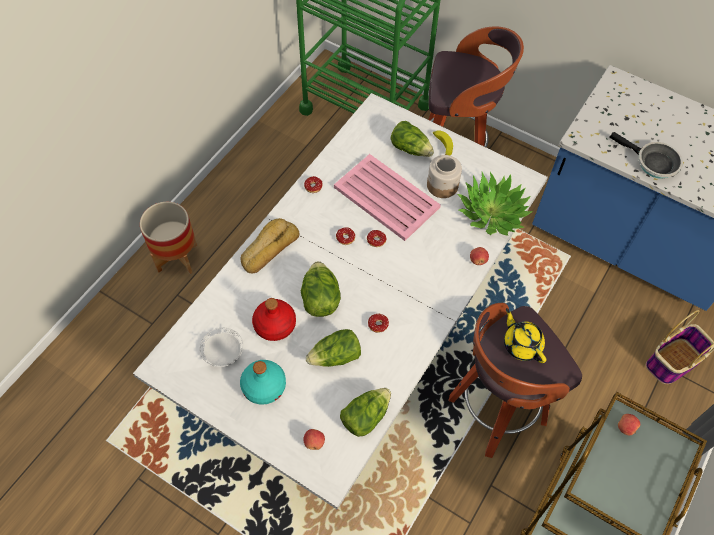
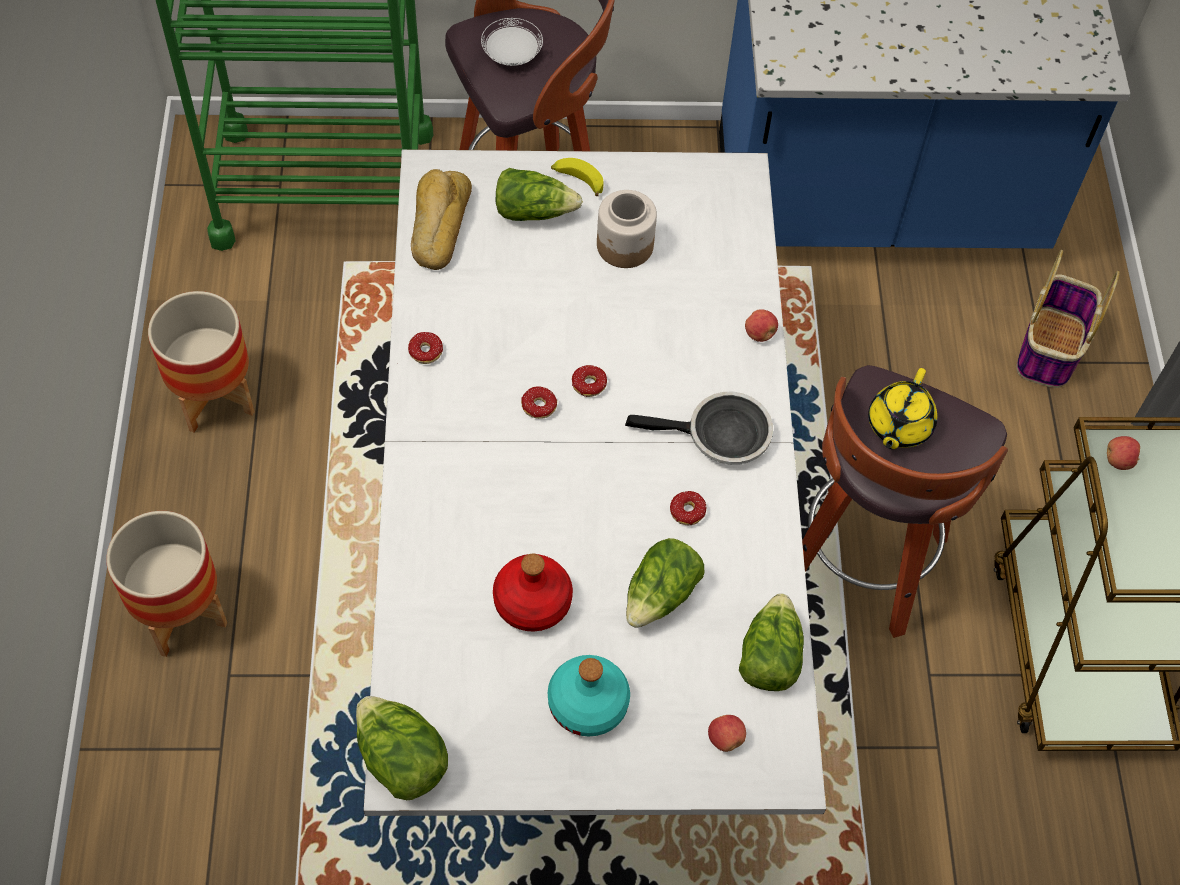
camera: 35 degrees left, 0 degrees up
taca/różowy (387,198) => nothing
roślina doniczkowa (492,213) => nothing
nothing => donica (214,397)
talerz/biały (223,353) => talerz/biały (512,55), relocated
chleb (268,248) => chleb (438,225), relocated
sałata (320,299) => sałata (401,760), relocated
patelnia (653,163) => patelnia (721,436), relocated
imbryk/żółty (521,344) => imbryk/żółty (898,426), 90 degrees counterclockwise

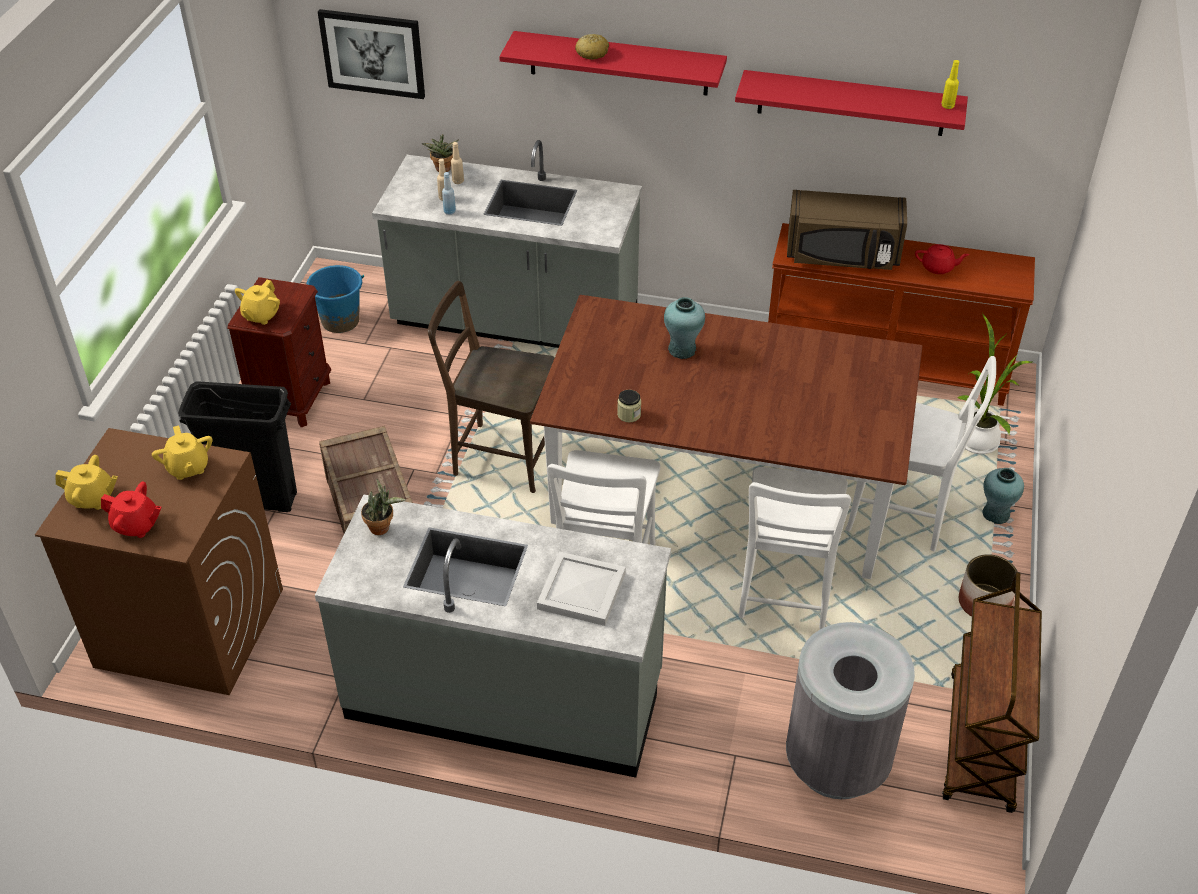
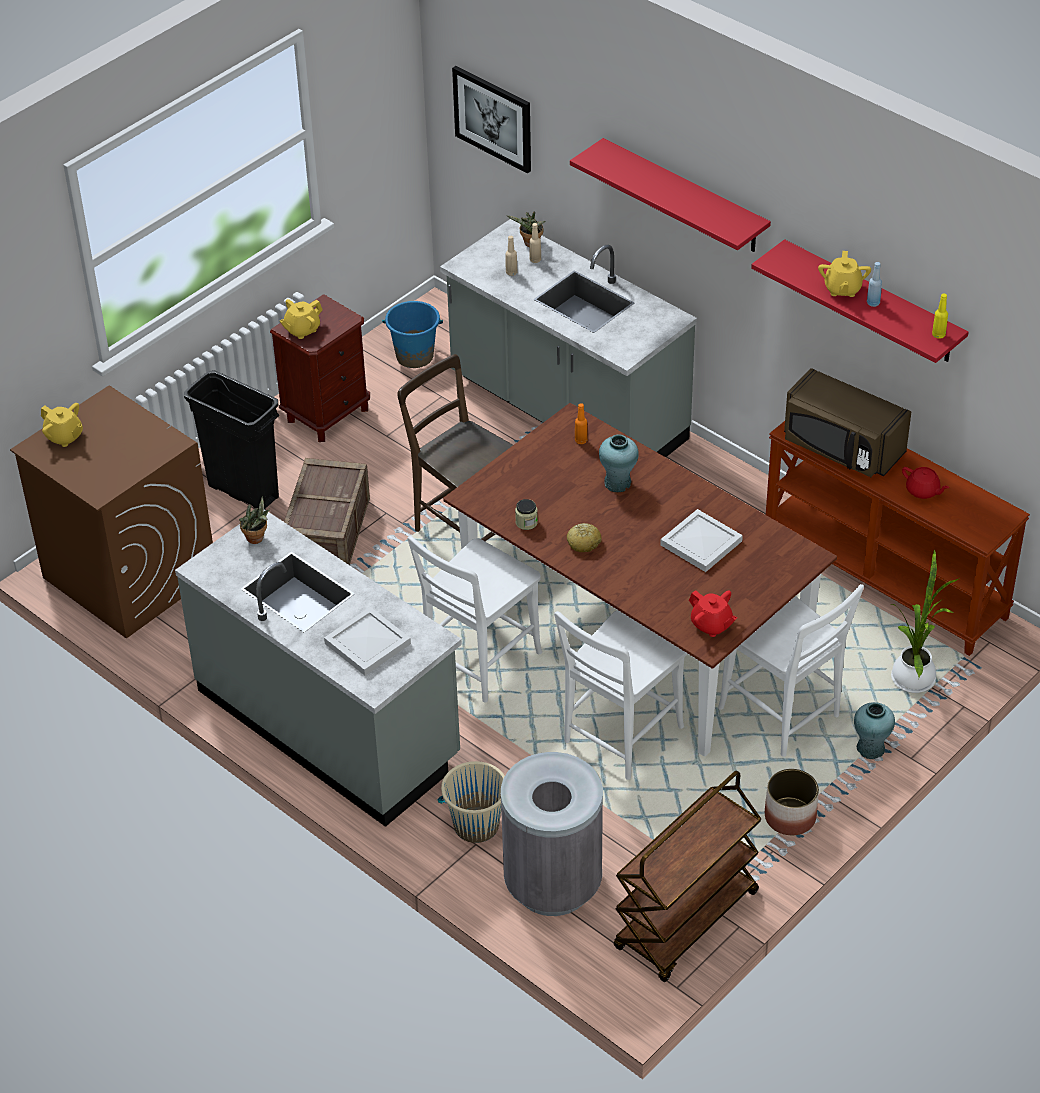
camera: 30 degrees right, 0 degrees up
nothing => wiadro/beżowy (476,825)
nothing => butelka/pomarańczowy (581,441)
nothing => taca/biały (699,543)
imbryk/czerwony (136,525) => imbryk/czerwony (711,625), relocated
imbryk/żółty (188,468) => imbryk/żółty (842,289), relocated
butelka/niebieski (449,212) => butelka/niebieski (873,303), relocated
chleb (592,53) => chleb (584,542), relocated

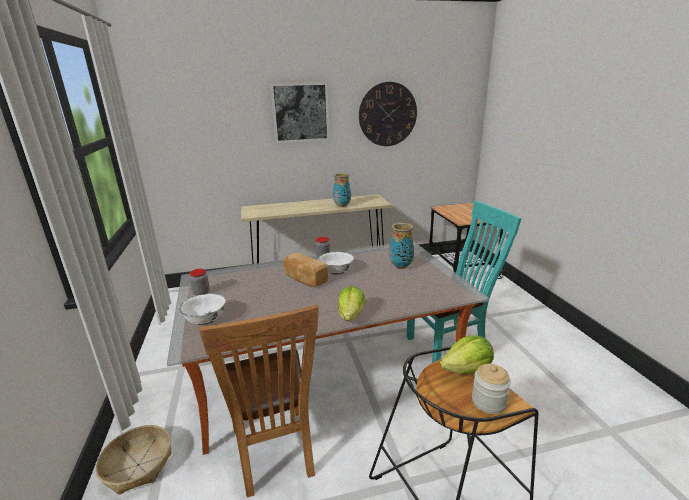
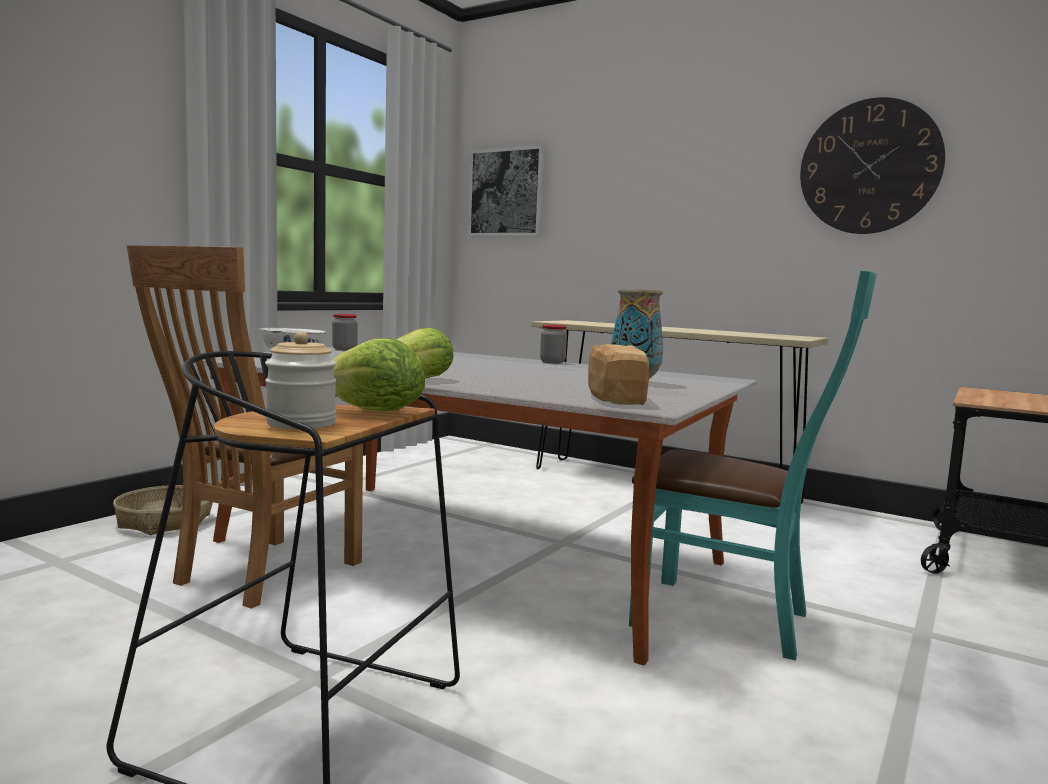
camera: 45 degrees right, 15 degrees down
miska/biały (336,271) => nothing
wazon (342,206) => nothing
obraz (300,112) => obraz (507,192), relocated
chleb (305,279) => chleb (613,397), relocated

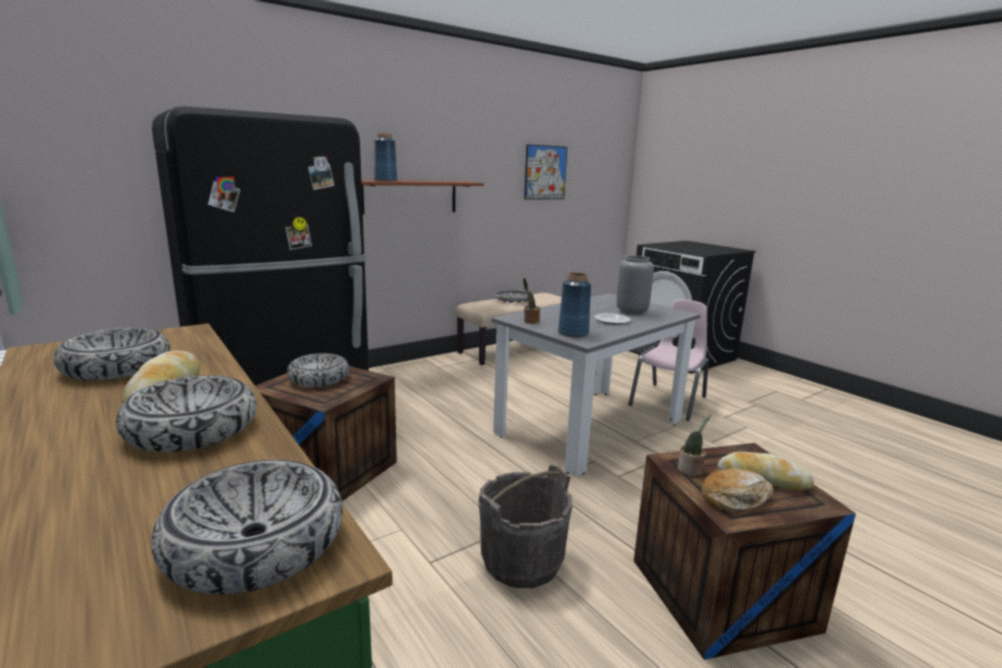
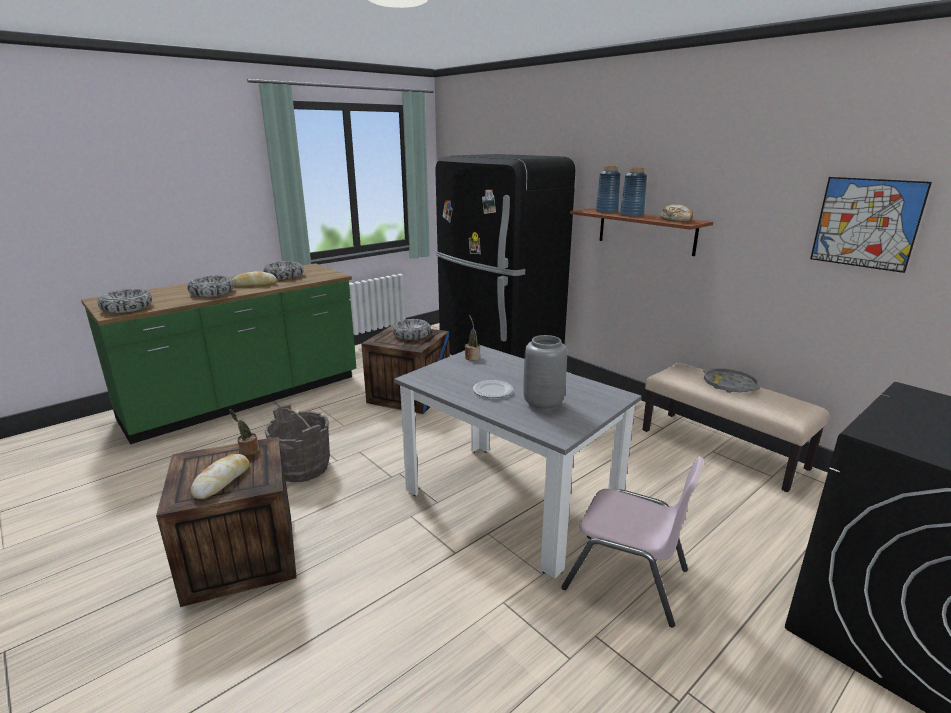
camera: 85 degrees right, 5 degrees up
wazon/niebieski (573,333) => wazon/niebieski (631,215), relocated
chleb (735,499) => chleb (676,220), relocated

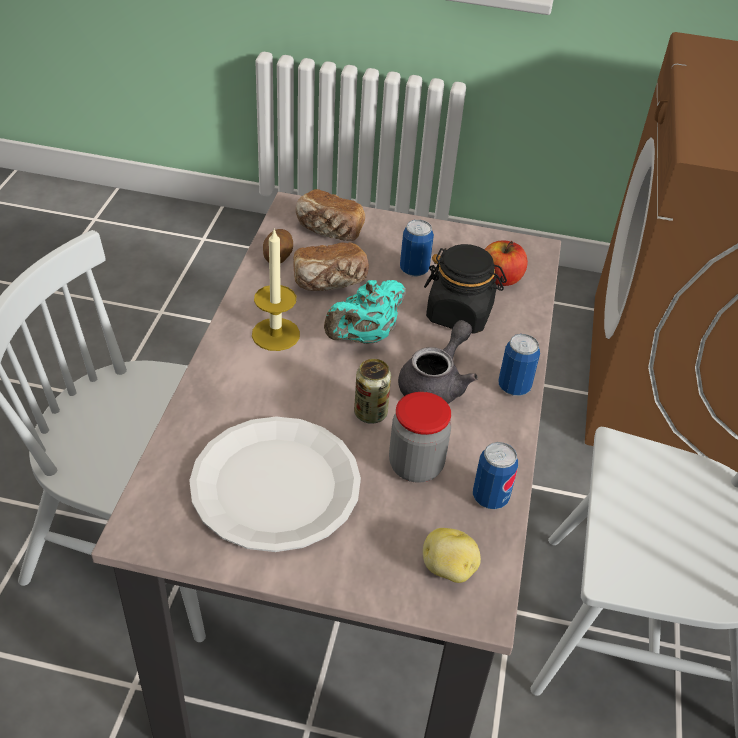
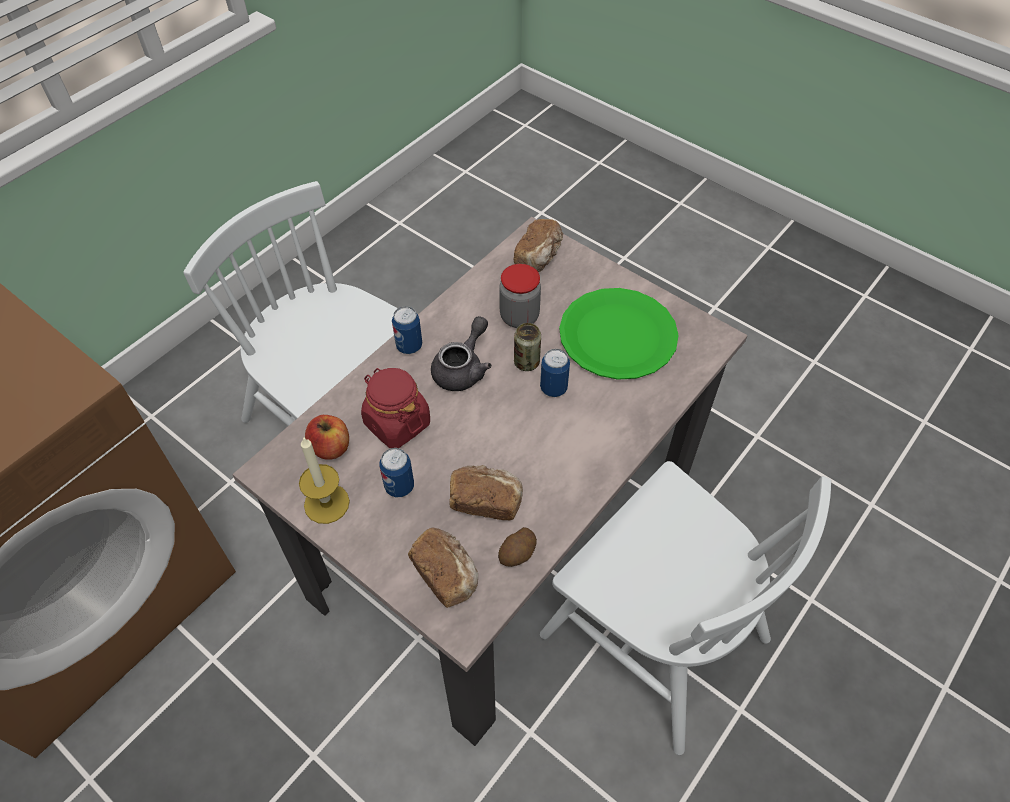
camera: 150 degrees left, 10 degrees up
imbryk/turkusowy (365,337) => nothing
świeca (275,334) => świeca (326,503), relocated
puszka (490,497) => puszka (553,388), relocated
ziemniak (448,569) => chleb (539,256)
talerz/biały (276,485) => talerz/zielony (617,335)
słoik/czarny (460,314) => słoik/czerwony (397,423)
imbryk/szary (436,383) => imbryk/szary (463,368), 150 degrees clockwise

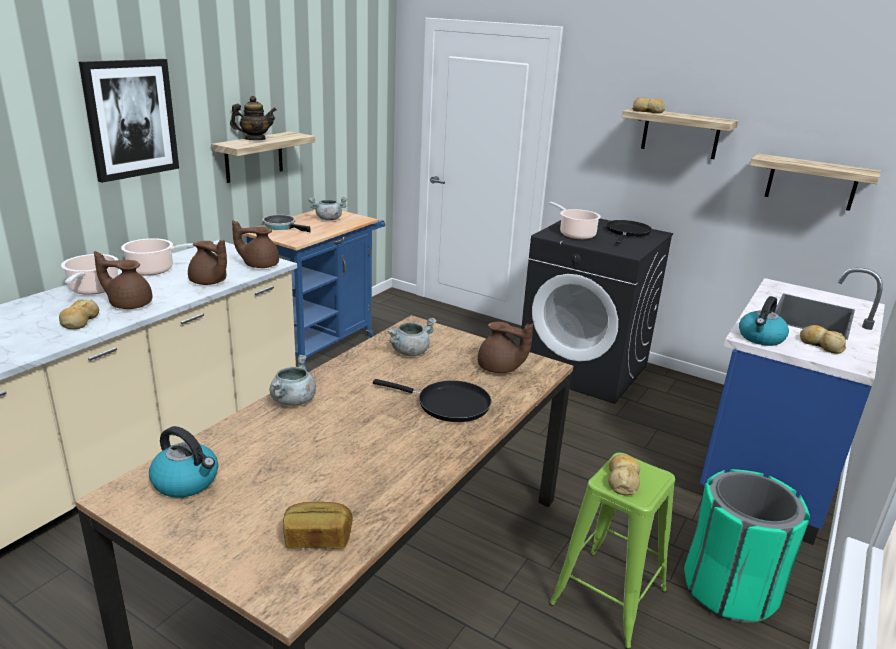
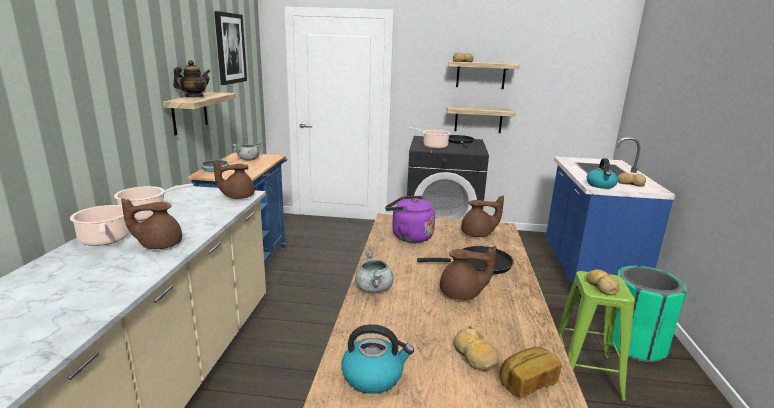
camera: 25 degrees left, 5 degrees down
chleb (79,321) => chleb (474,356), relocated
obraz (131,119) => obraz (230,48), relocated
imbryk/brązowy (209,282) => imbryk/brązowy (462,294), relocated
półka (811,182) => półka (478,119), relocated
garnek/szary (410,352) => czajnik/fioletowy (409,236)

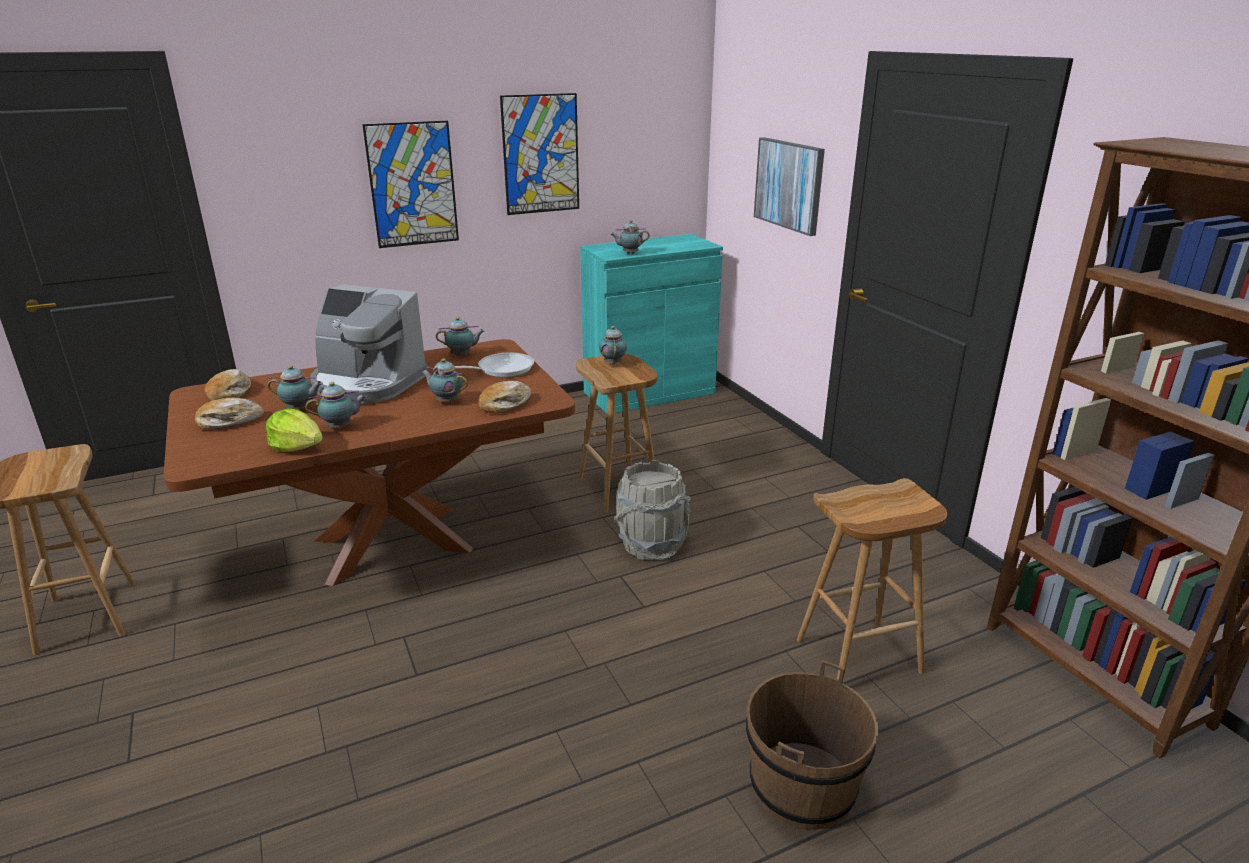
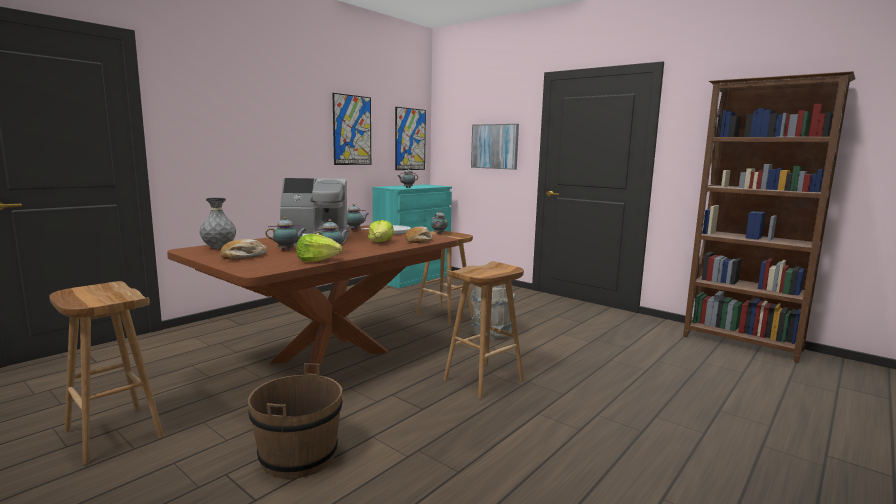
camera: 25 degrees left, 15 degrees down
obraz (412,184) => obraz (410,139), relocated
wiadro/brązowy (801,786) => wiadro/brązowy (298,456), relocated
stołek/brązowy (858,657) => stołek/brązowy (483,380), relocated
chleb (230,393) => wazon/szary (219,248)
imbryk (446,401) => sałata (380,242)

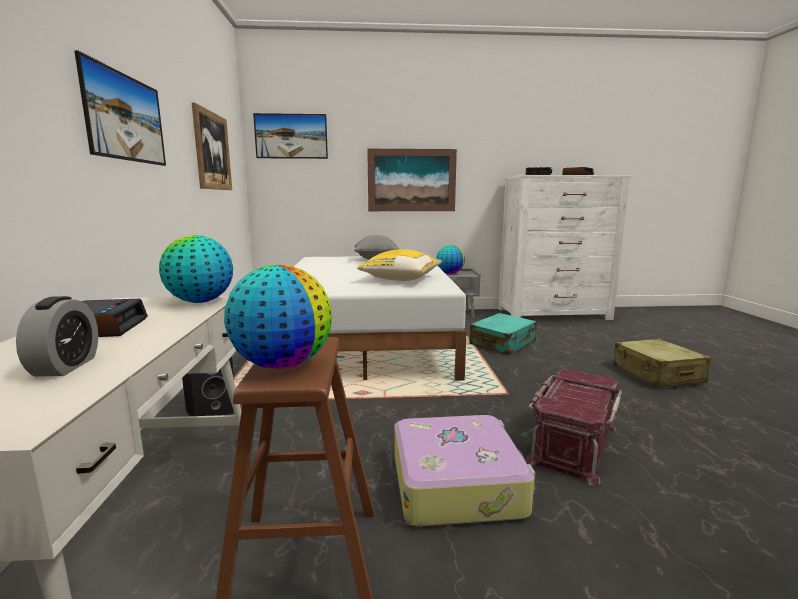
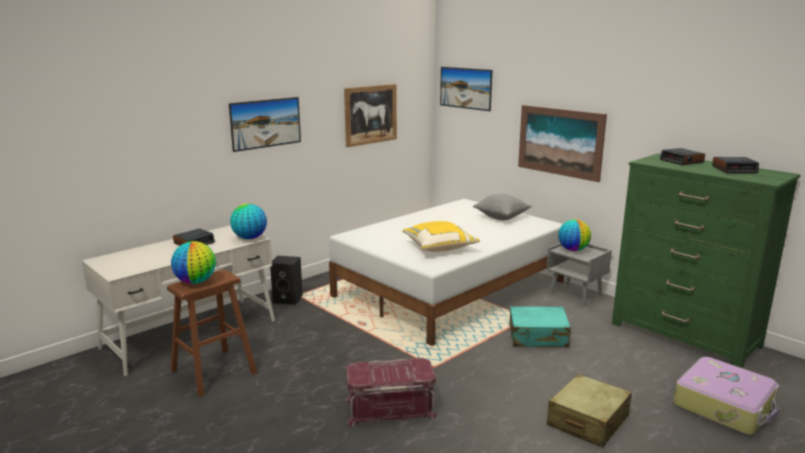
camera: 50 degrees right, 5 degrees up
budzik (65,366) => nothing
walizka (457,483) => walizka (724,406), relocated
komoda/biały (553,314) => komoda/zielony (684,335)

